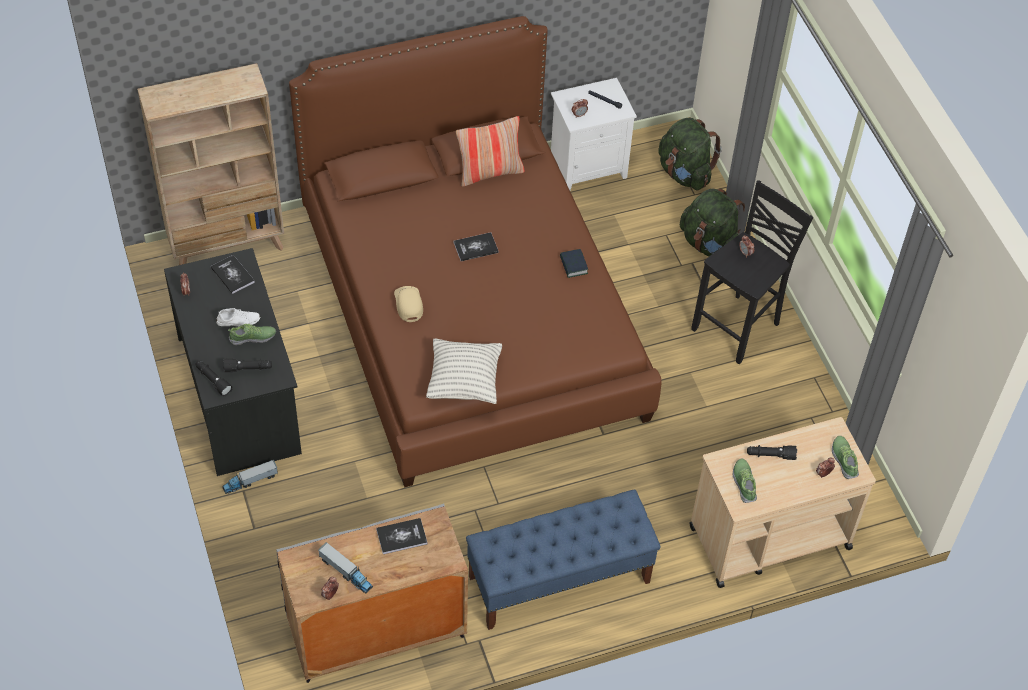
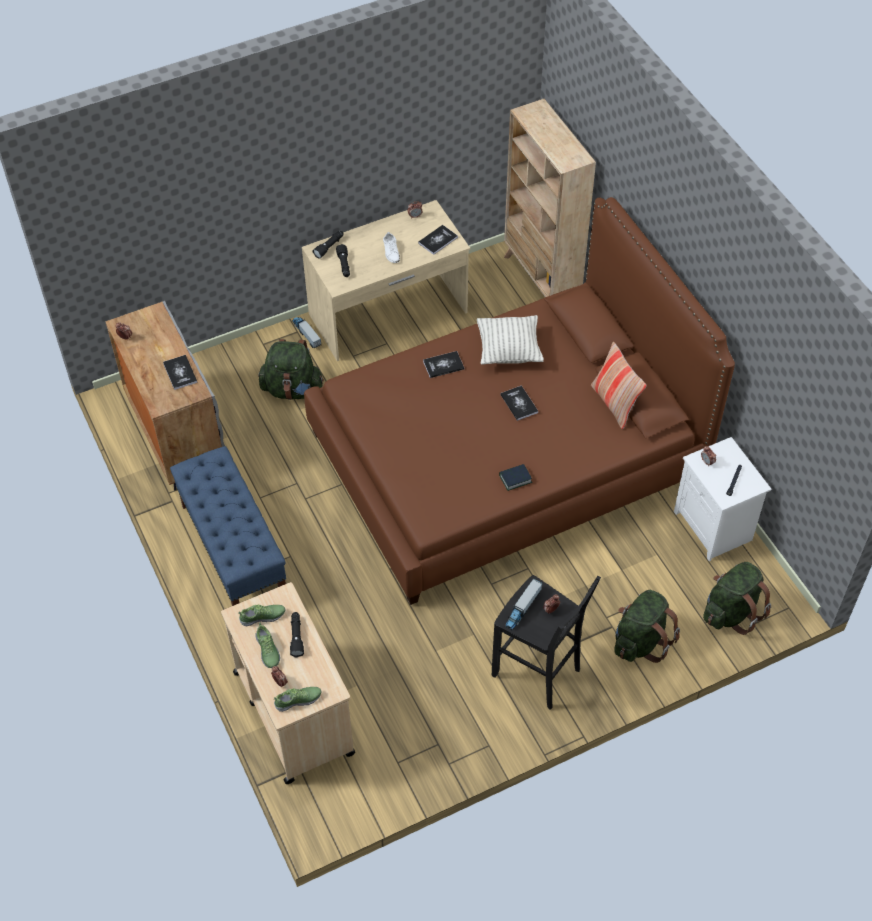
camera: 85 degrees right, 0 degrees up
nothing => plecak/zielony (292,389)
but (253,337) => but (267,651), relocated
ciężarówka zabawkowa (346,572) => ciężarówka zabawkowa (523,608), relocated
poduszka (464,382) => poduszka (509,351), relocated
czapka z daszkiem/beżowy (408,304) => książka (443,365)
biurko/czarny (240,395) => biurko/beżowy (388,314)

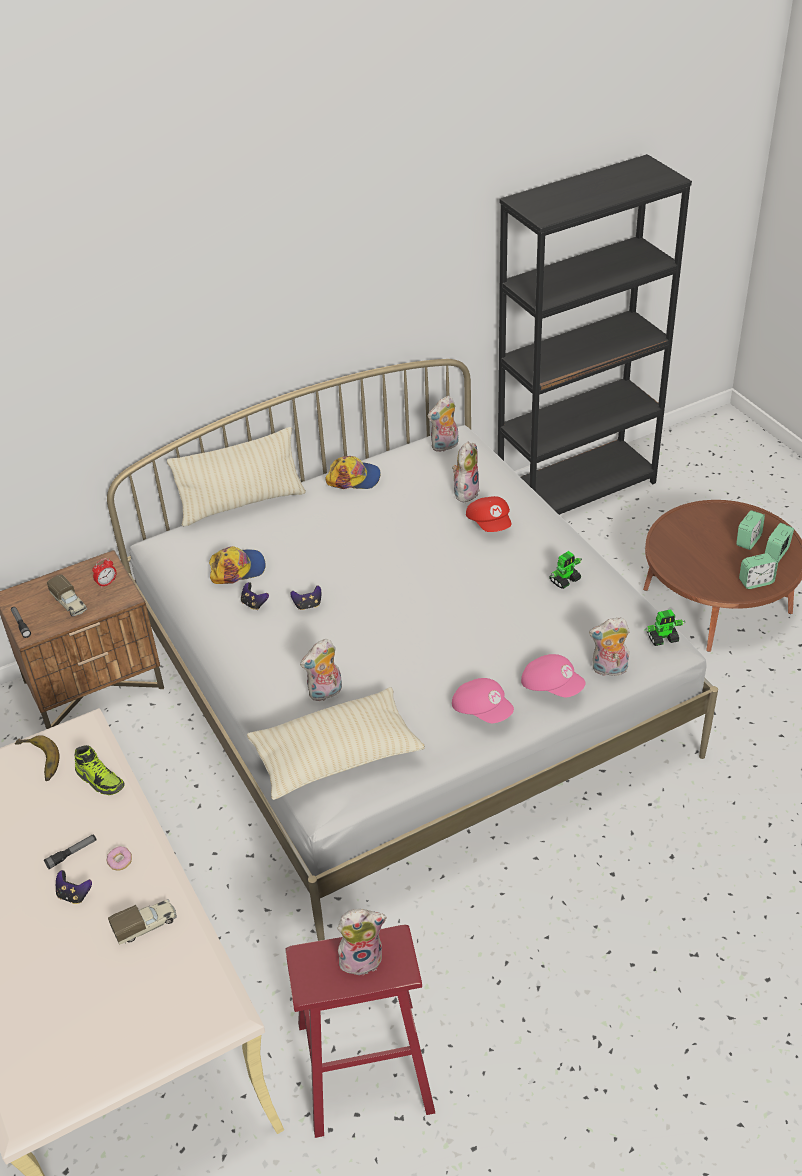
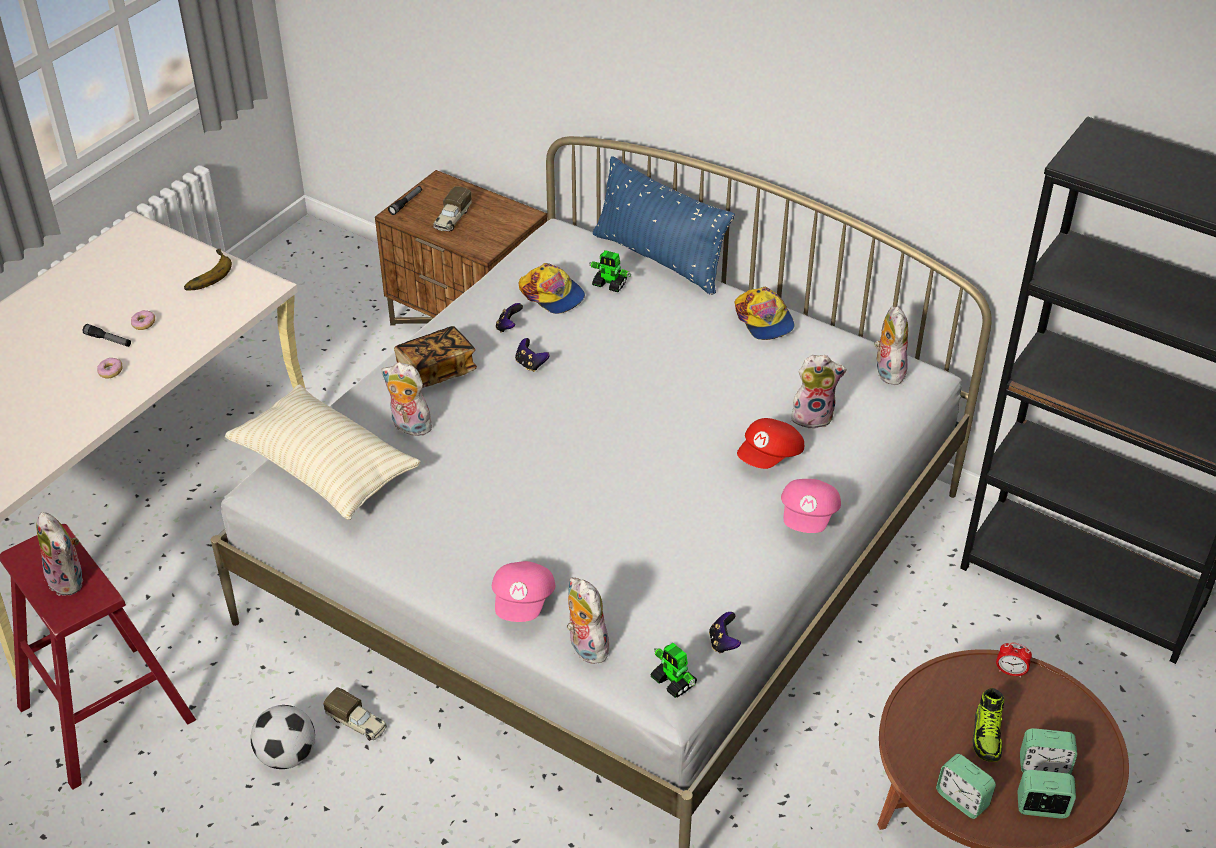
camera: 60 degrees right, 0 degrees up
nothing => donut (144,324)
nothing => piłka futbolowa (287,755)
nothing => książka (436,370)
pad do gier (74,895) => pad do gier (723,643), relocated
but (100,780) => but (987,735), relocated
budzik (107,583) => budzik (1010,672), relocated
ciężarówka zabawkowa (146,926) => ciężarówka zabawkowa (357,723), relocated
czapka z daszkiem/różowy (482,710) => czapka z daszkiem/różowy (809,517), relocated
robot zabawkowy (565,580) => robot zabawkowy (610,284), relocated
poduszka/beżowy (242,504) => poduszka/niebieski (659,259)
pluszak (445,446) => pluszak (887,371), 60 degrees clockwise

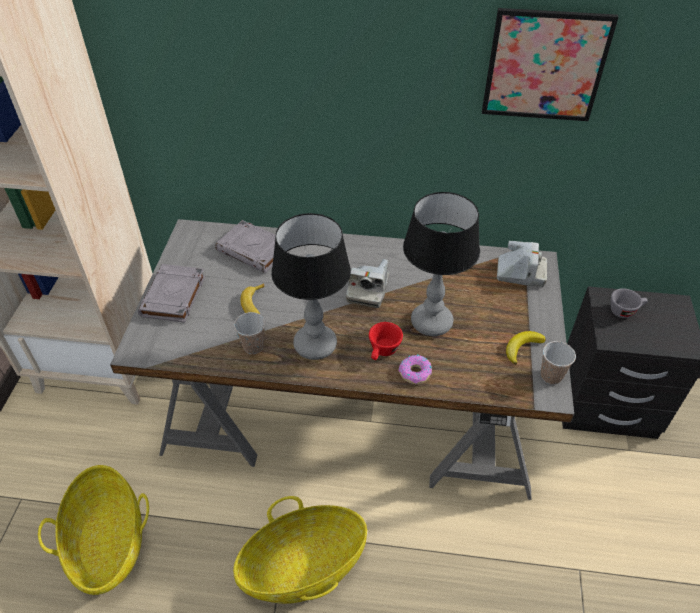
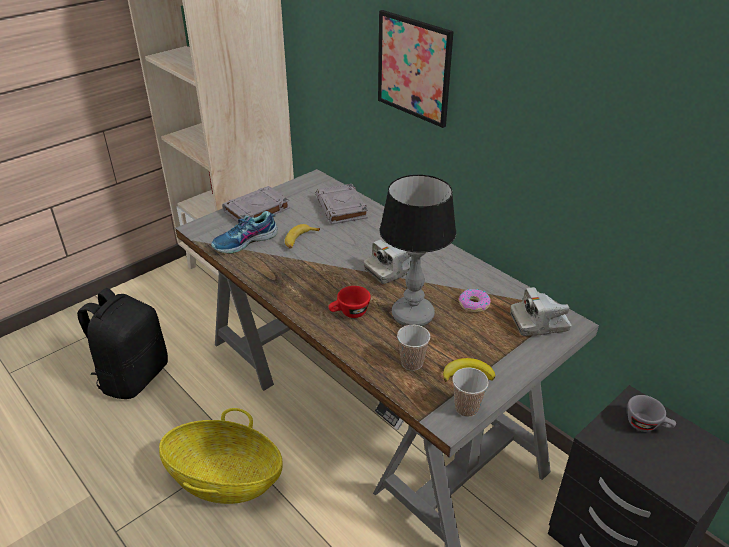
camera: 40 degrees right, 10 degrees down
lampa stołowa (314,345) => nothing
nothing => but (245,242)
filiżanka (253,346) => filiżanka (412,363), relocated
donut (415,373) => donut (474,304), relocated
obraz (545,66) => obraz (414,68), relocated
koszyk (108,542) => plecak/czarny (133,376)
aparat fotograficzny (520,273) => aparat fotograficzny (539,323), 120 degrees clockwise

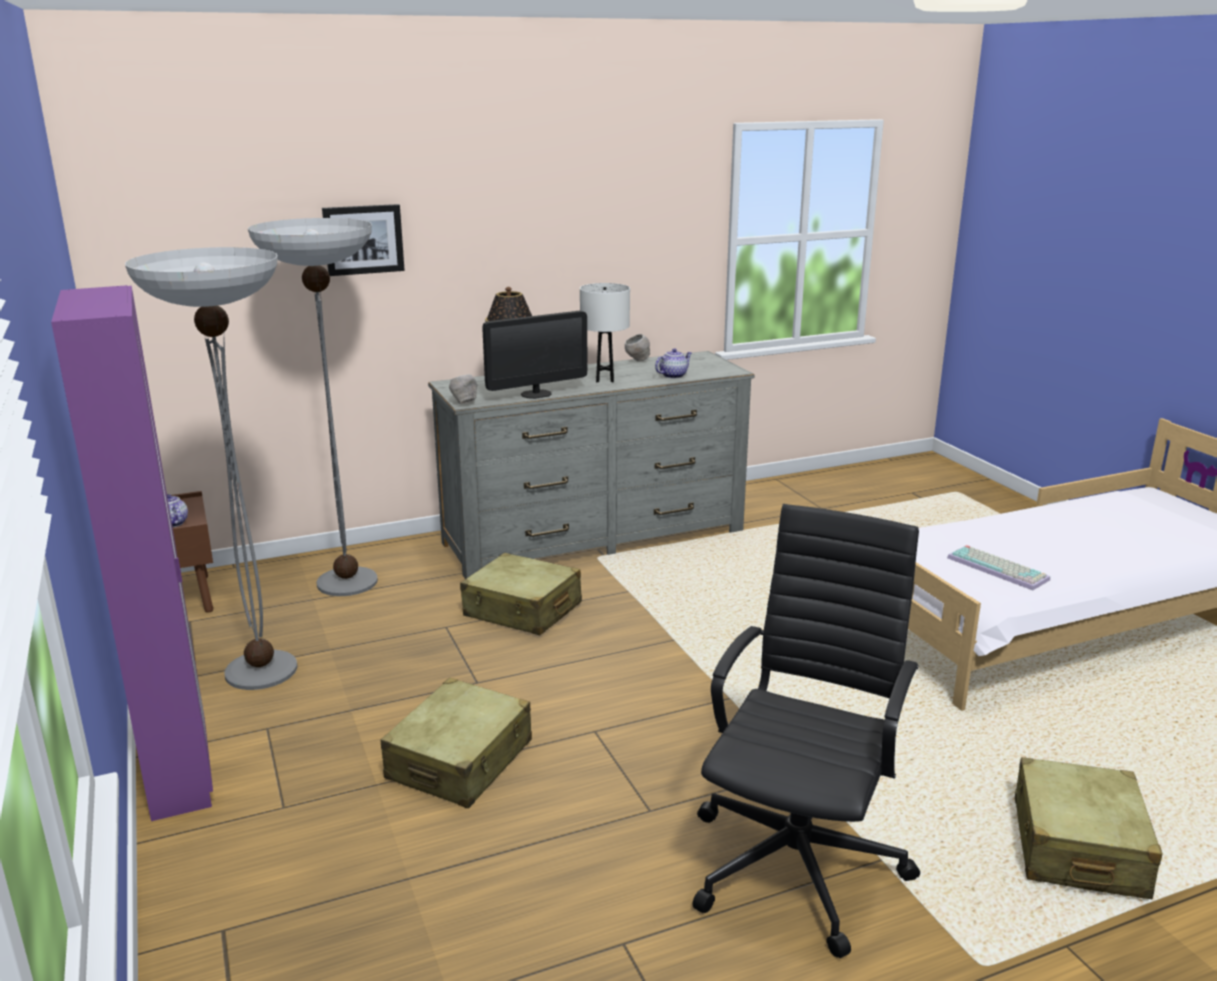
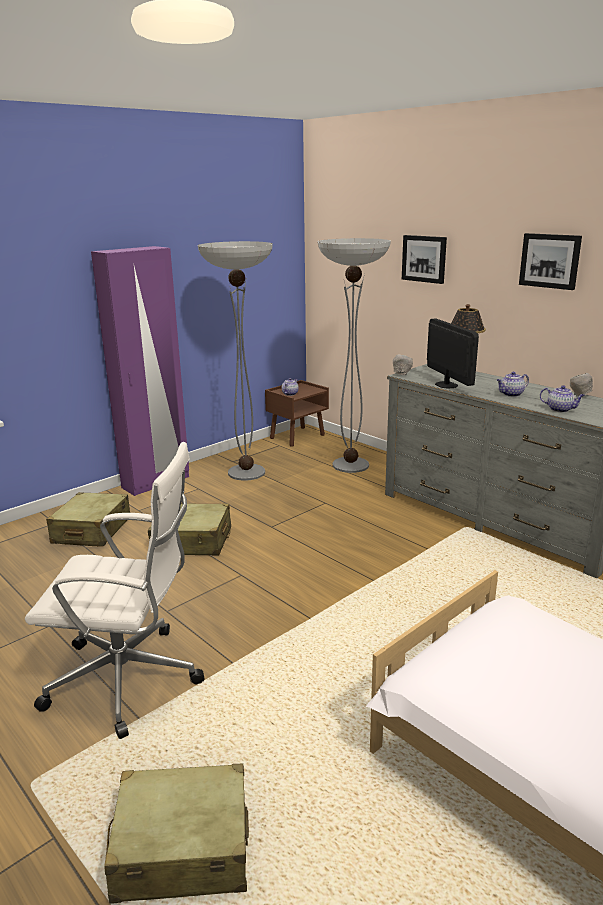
camera: 70 degrees right, 0 degrees up
klawiatura (999,568) => nothing
nothing => obraz (550,261)
walizka/beżowy (522,610) => walizka/beżowy (92,531), relocated
lampa stołowa/biały (605,380) => imbryk (511,394)
krzesło biurowe/czarny (798,862) => krzesło biurowe/biały (129,679)
monitor (536,394) => monitor (446,385), 150 degrees counterclockwise

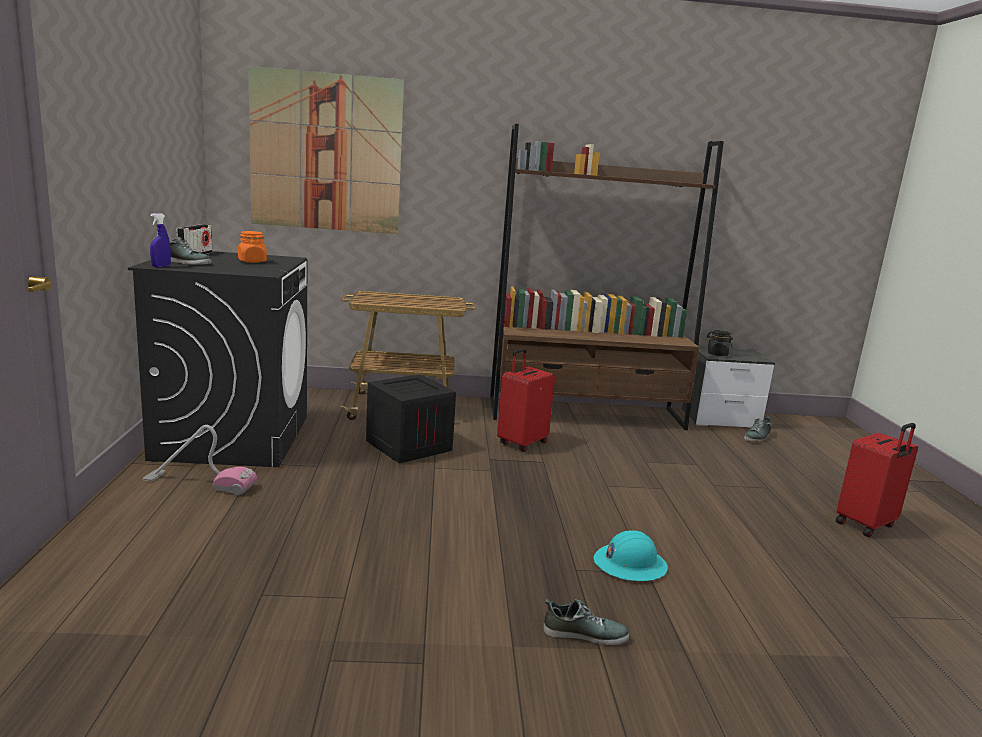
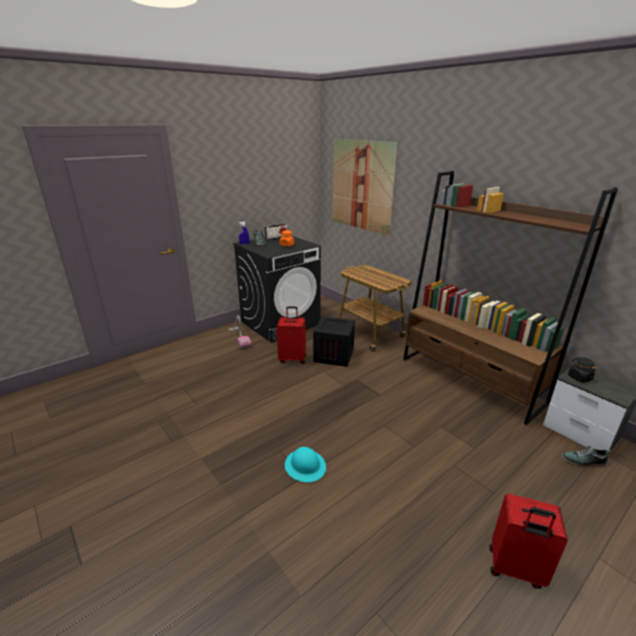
camera: 55 degrees right, 10 degrees up
but (584,633) => nothing
walizka/czerwony (521,443) => walizka/czerwony (292,358), relocated

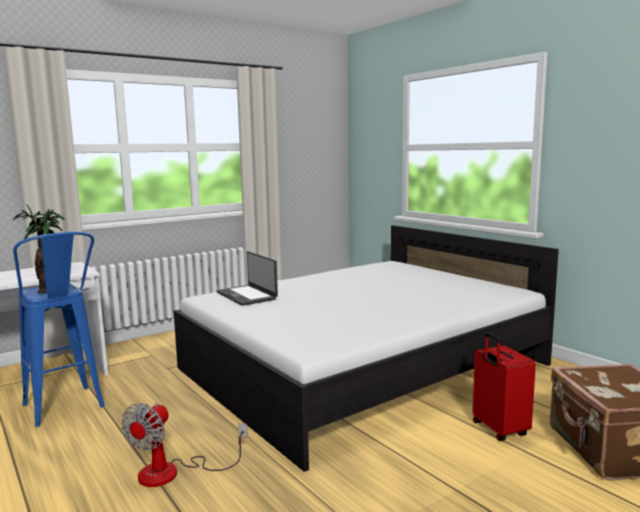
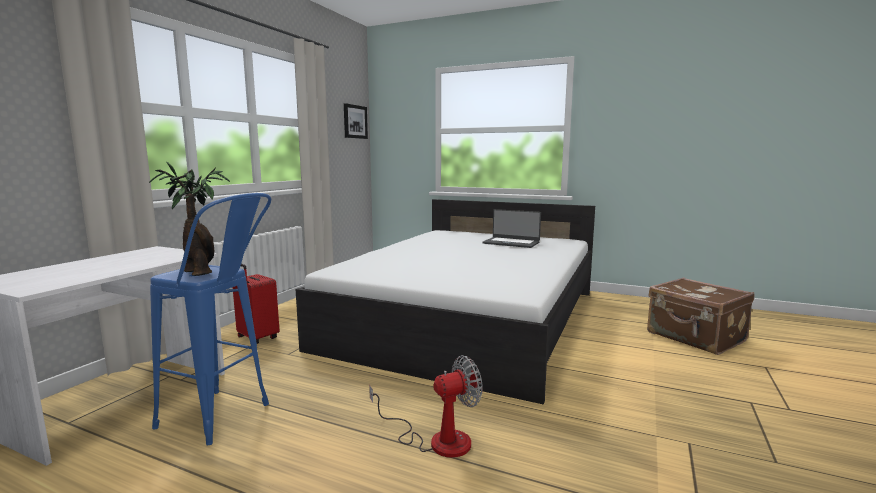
camera: 30 degrees left, 0 degrees up
nothing => obraz (355,121)
laptop (247,295) => laptop (511,243), relocated
walizka/czerwony (498,430) => walizka/czerwony (256,338), relocated
wentylator (173,472) => wentylator (437,440), 105 degrees counterclockwise

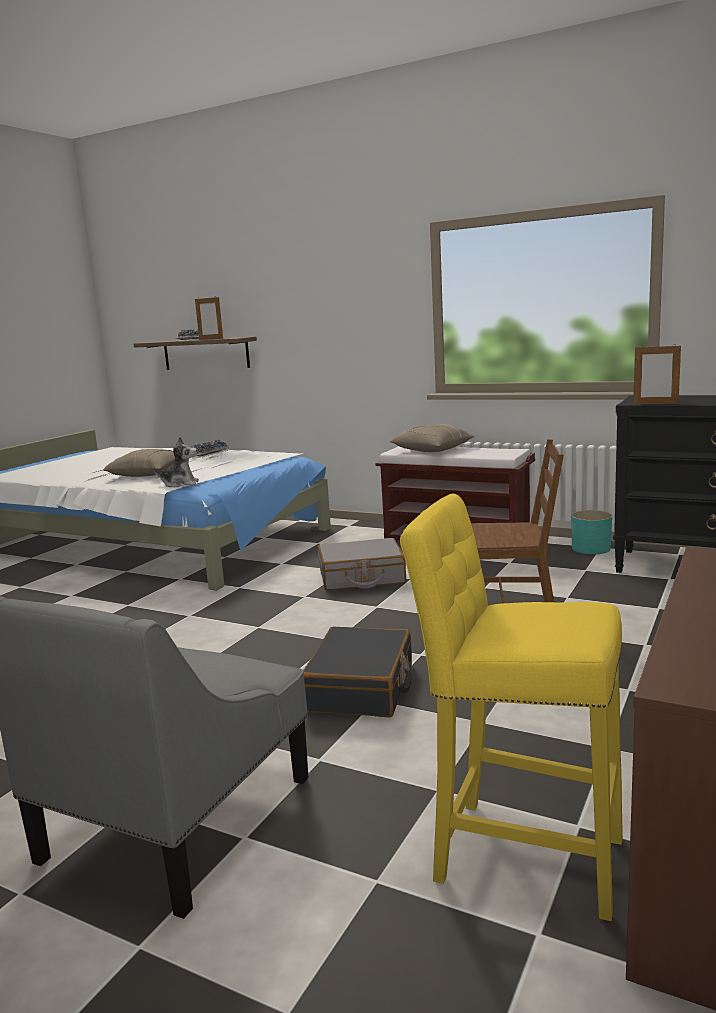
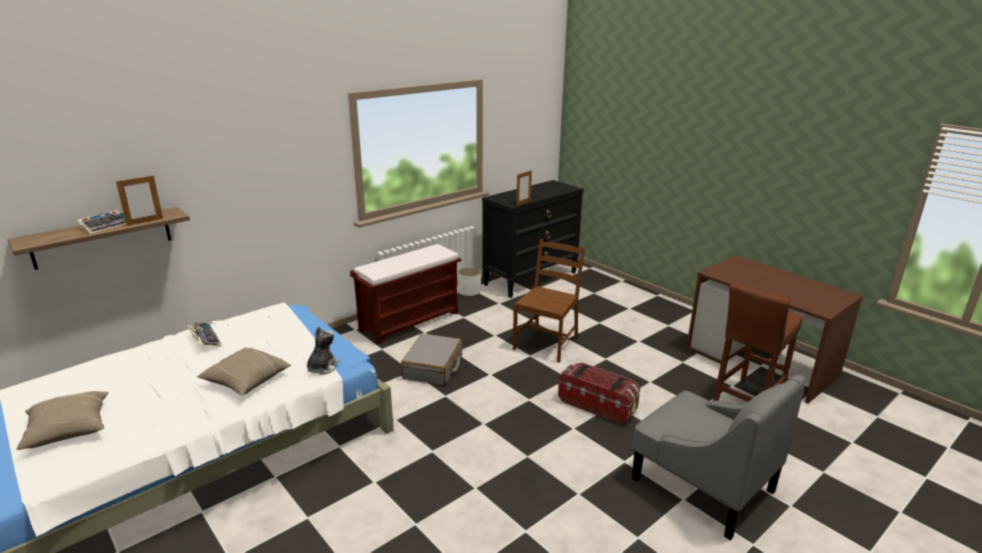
camera: 70 degrees left, 10 degrees up
poduszka/beżowy (432,450) => poduszka/beżowy (68,430), relocated
walizka/czarny (361,688) => pojemnik do przechowywania (597,405)
stołek/żółty (518,854) => stołek/brązowy (746,402)
donica/turkusowy (591,548) => donica/biały (469,291)

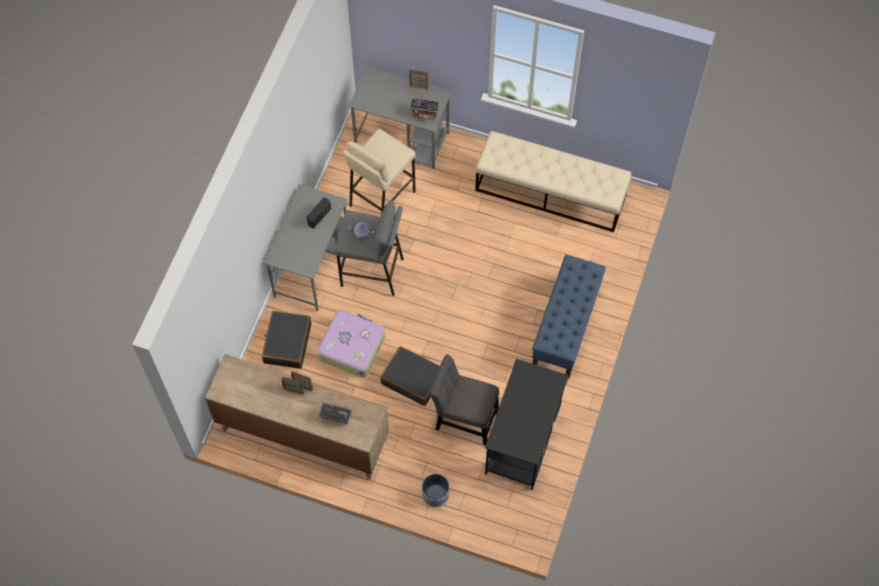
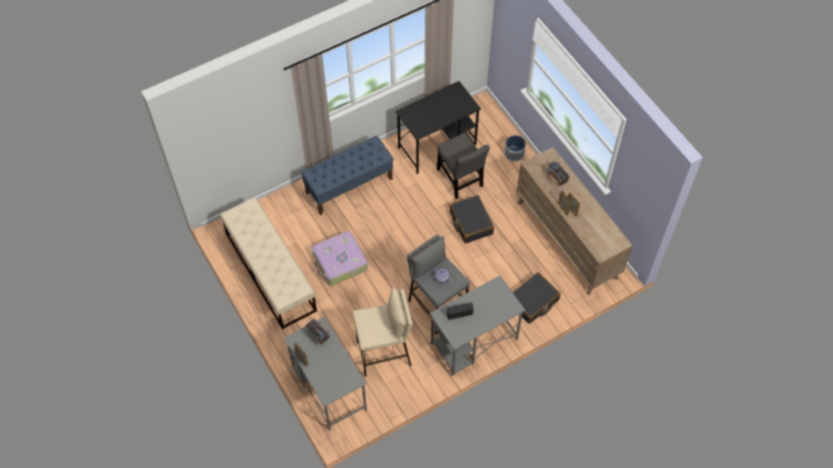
camera: 140 degrees left, 5 degrees down
walizka (352,346) => walizka (339,263), relocated

